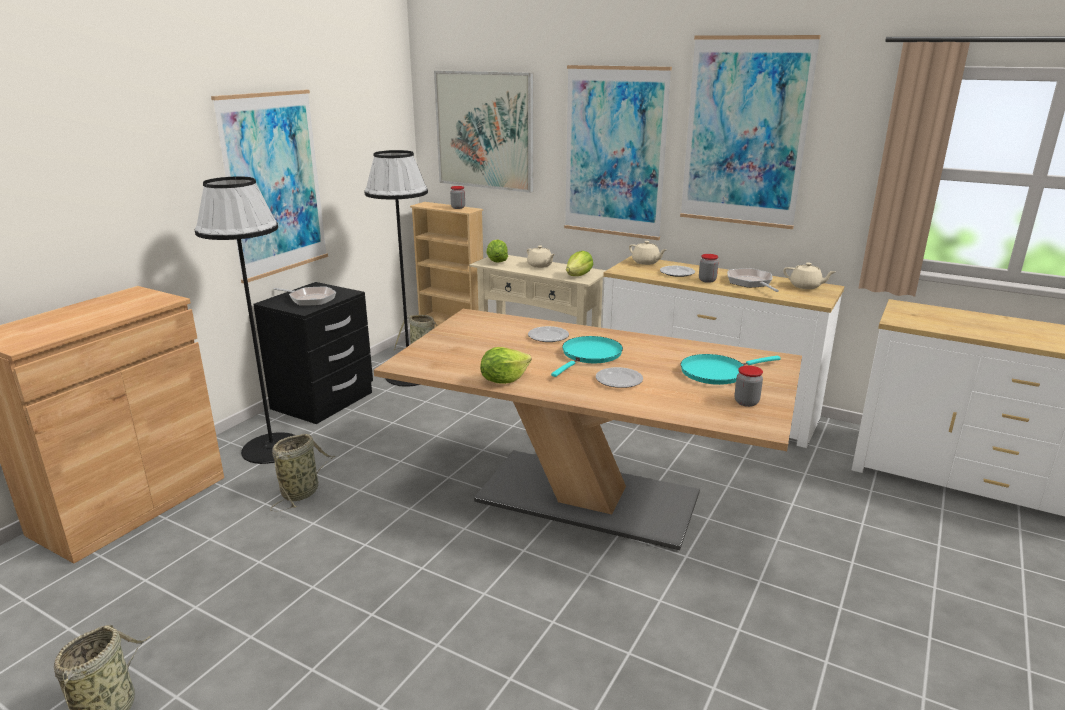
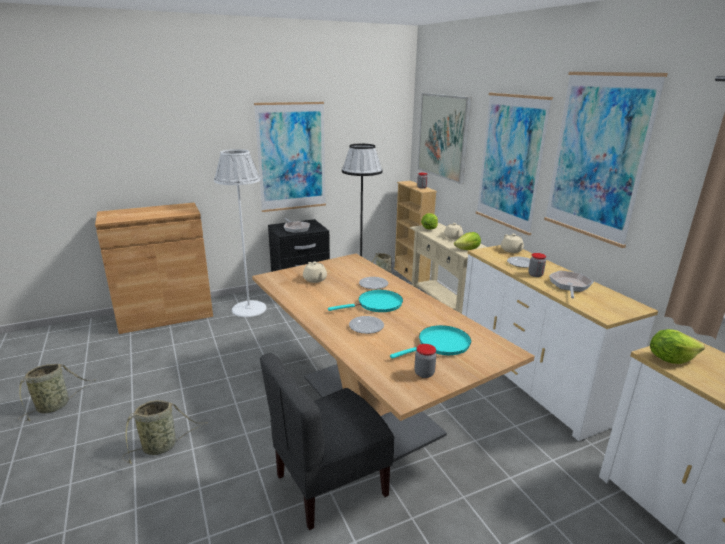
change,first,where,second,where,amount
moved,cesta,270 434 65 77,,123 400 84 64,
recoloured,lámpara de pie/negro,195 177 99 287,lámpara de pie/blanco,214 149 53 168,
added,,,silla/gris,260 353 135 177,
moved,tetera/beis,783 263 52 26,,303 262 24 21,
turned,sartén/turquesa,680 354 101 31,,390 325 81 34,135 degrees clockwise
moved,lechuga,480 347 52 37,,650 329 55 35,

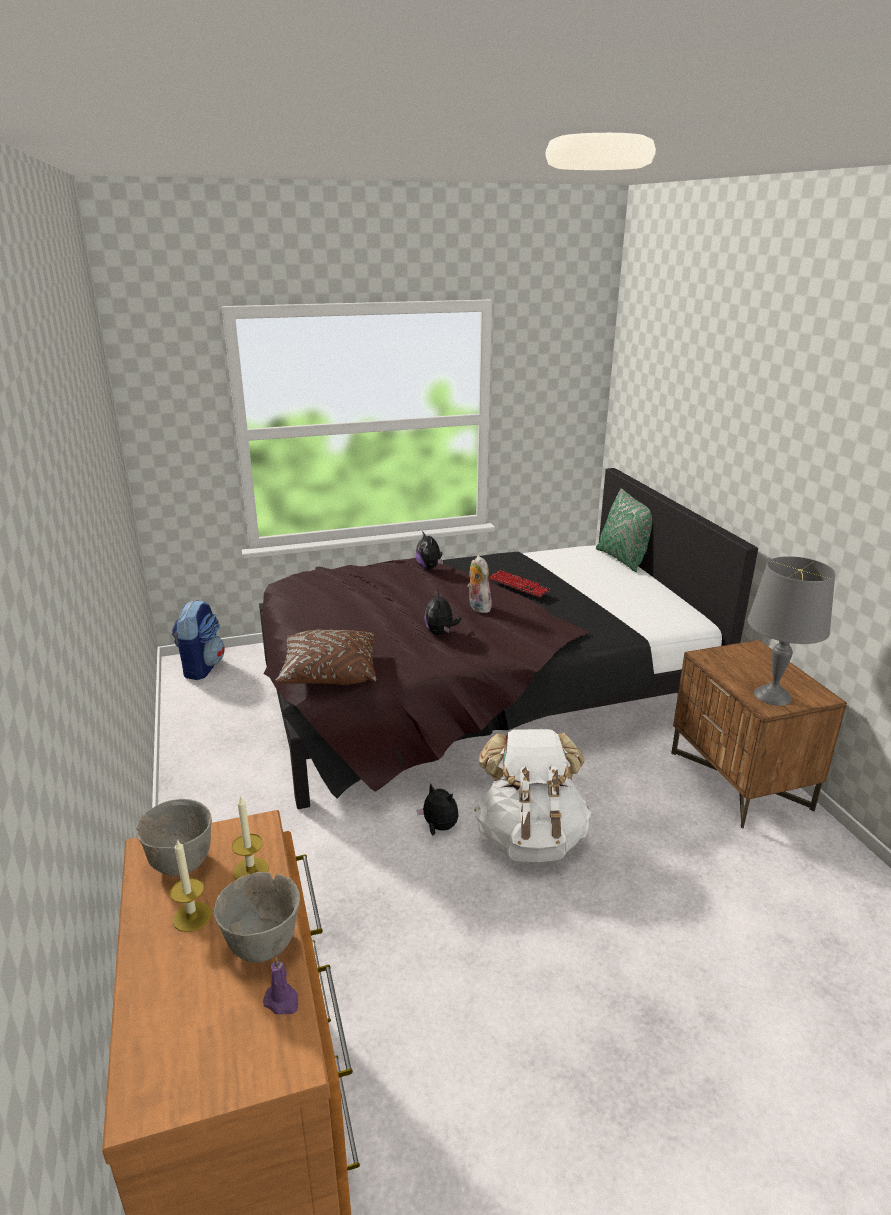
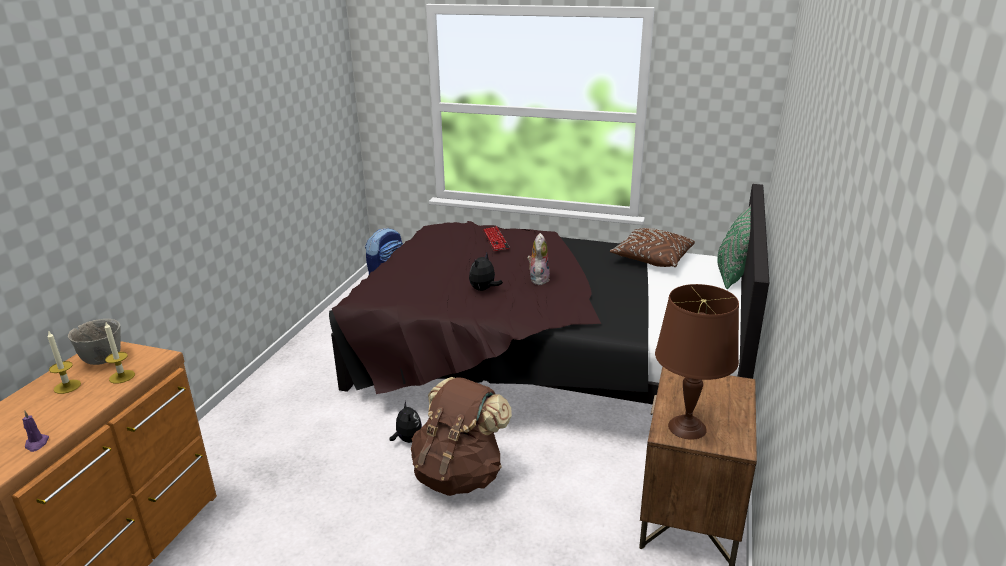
change,first,where,second,where,amount
recoloured,mochila/blanco,474 729 117 133,mochila/marrón,411 377 101 119,
moved,teclado,489 570 62 27,,483 226 27 25,
moved,cojín/marrón,275 630 102 55,,610 228 85 39,
recoloured,lámpara de mesa/gris,748 556 87 150,lámpara de mesa/marrón,655 284 84 156,
removed,cuenco/gris,214 872 86 91,,,
removed,peluche,416 531 27 38,,,

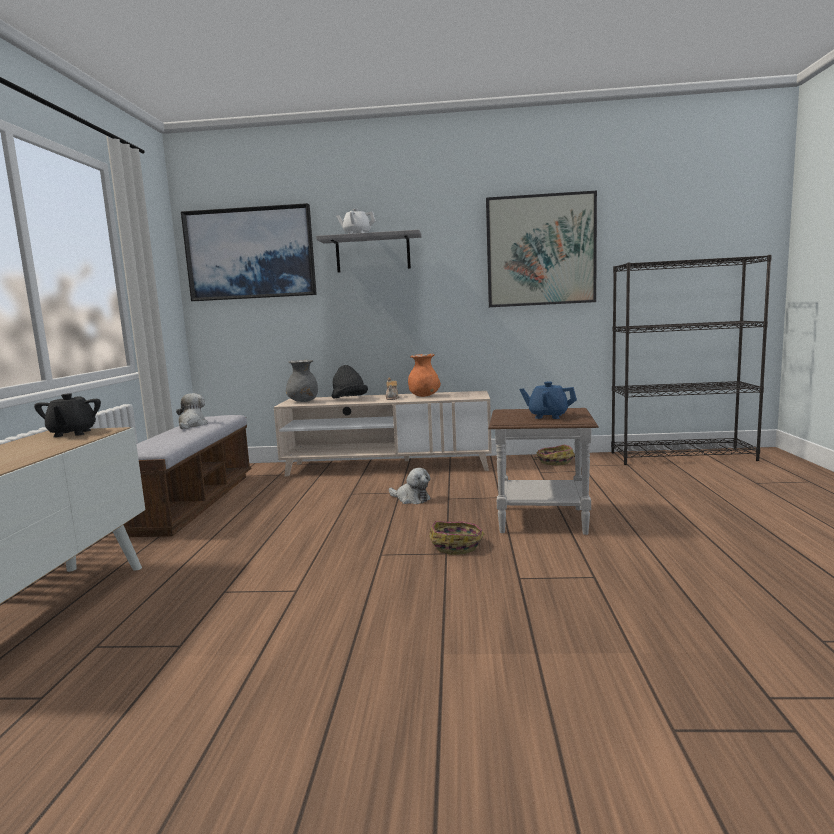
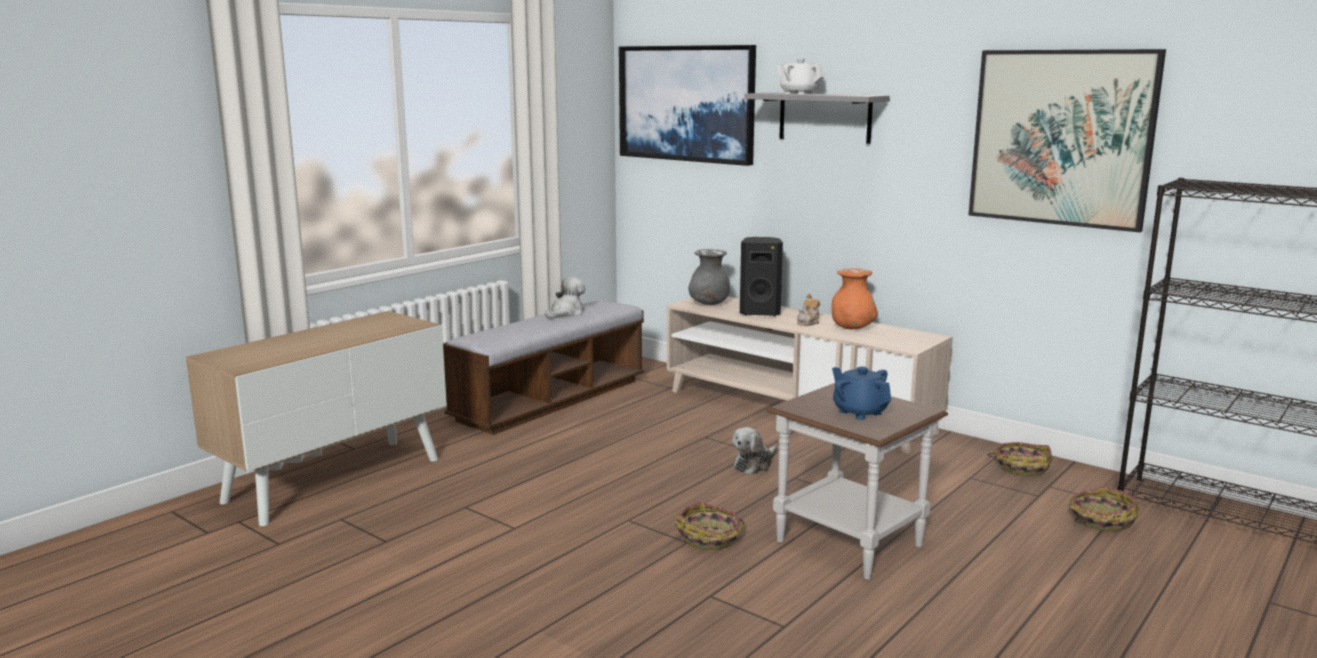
change,first,where,second,where,amount
turned,peluche,389 468 42 36,,732 427 45 48,60 degrees clockwise
replaced,sombrero/negro,332 365 36 33,altavoz/negro,740 237 43 79,
added,,,cesta,1070 486 69 46,
removed,tetera/negro,34 393 67 44,,,

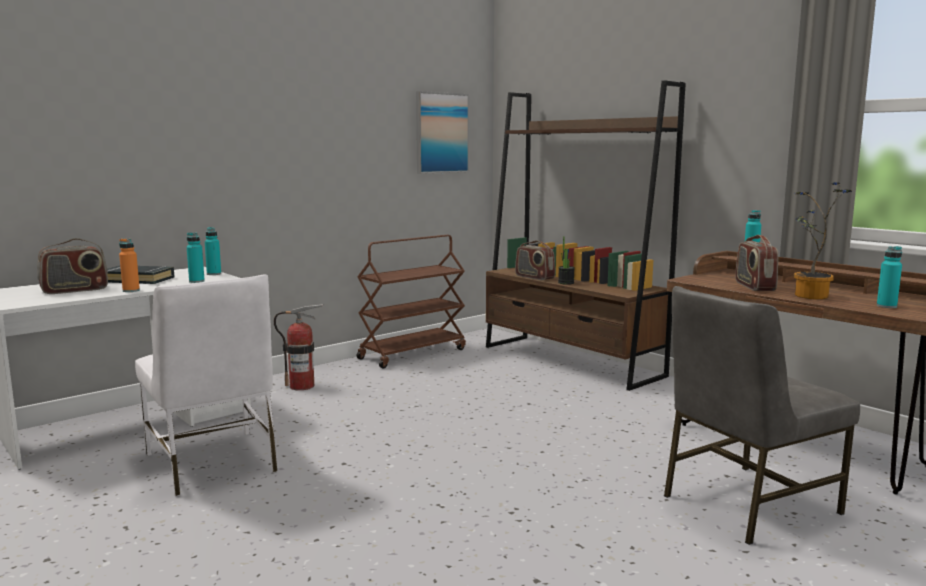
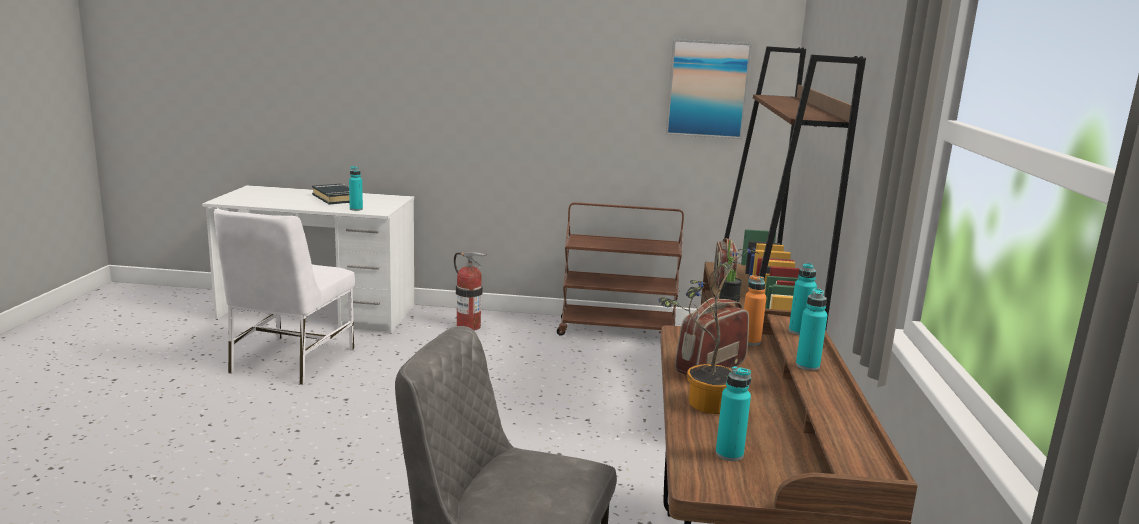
change,first,where,second,where,amount
moved,botella/naranja,119 238 21 54,,744 275 23 70,
moved,botella/turquesa,205 227 16 48,,796 288 31 83,
removed,radio,37 238 71 56,,,

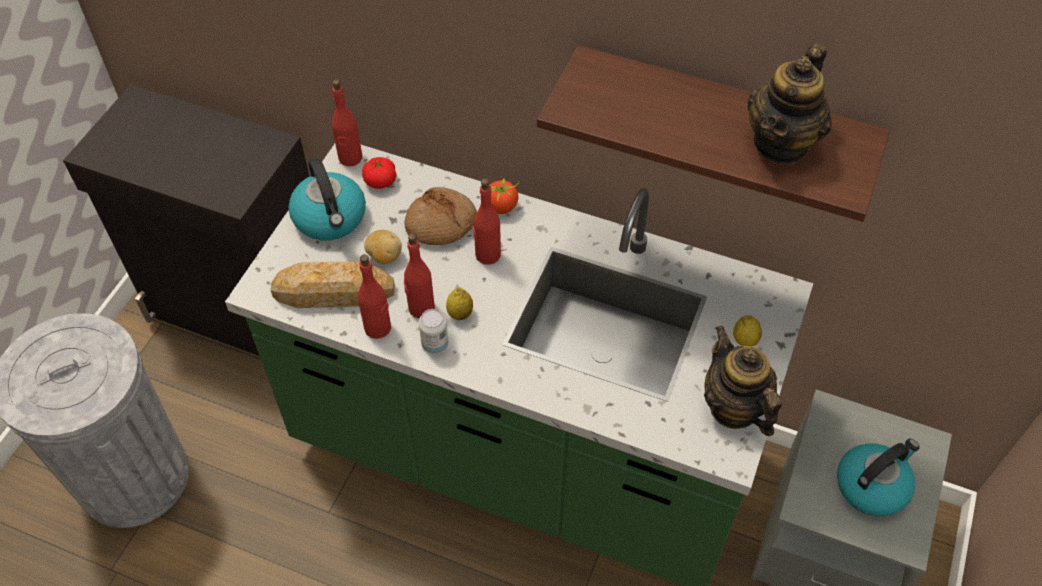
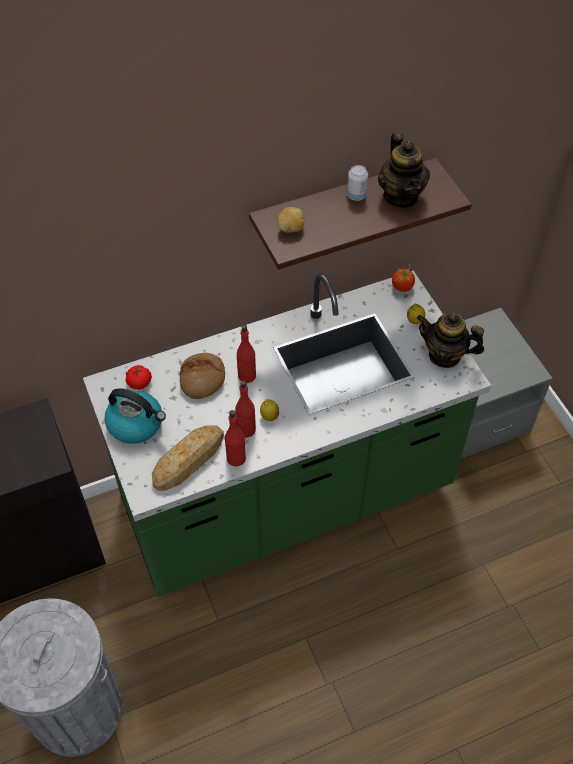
change,first,where,second,where,amount
moved,patata,364 230 38 34,,277 207 27 26,
moved,lata,419 309 29 45,,347 165 21 36,
moved,tomate,490 177 29 37,,392 264 25 28,
removed,botella/rojo,332 79 30 87,,,
removed,hervidor,837 439 83 77,,,

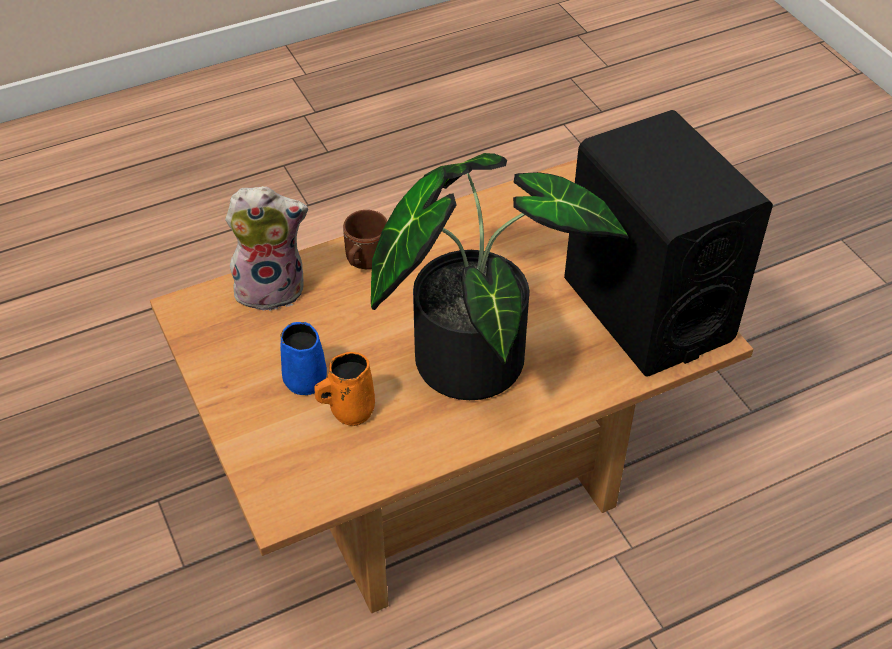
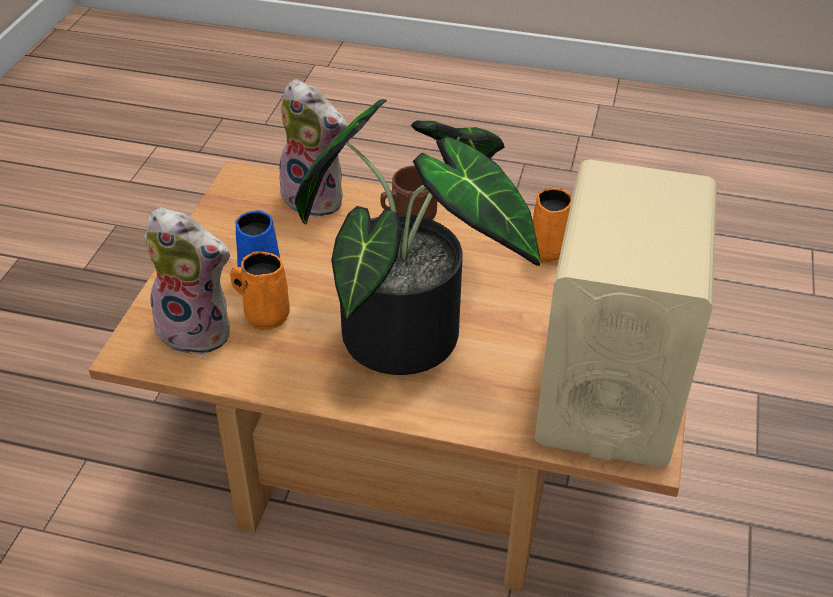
change,first,where,second,where,amount
added,,,peluche,144 207 86 148,
added,,,taza grande/naranja,533 188 39 74,
recoloured,altavoz/negro,564 110 209 266,altavoz/beis,535 159 182 308,

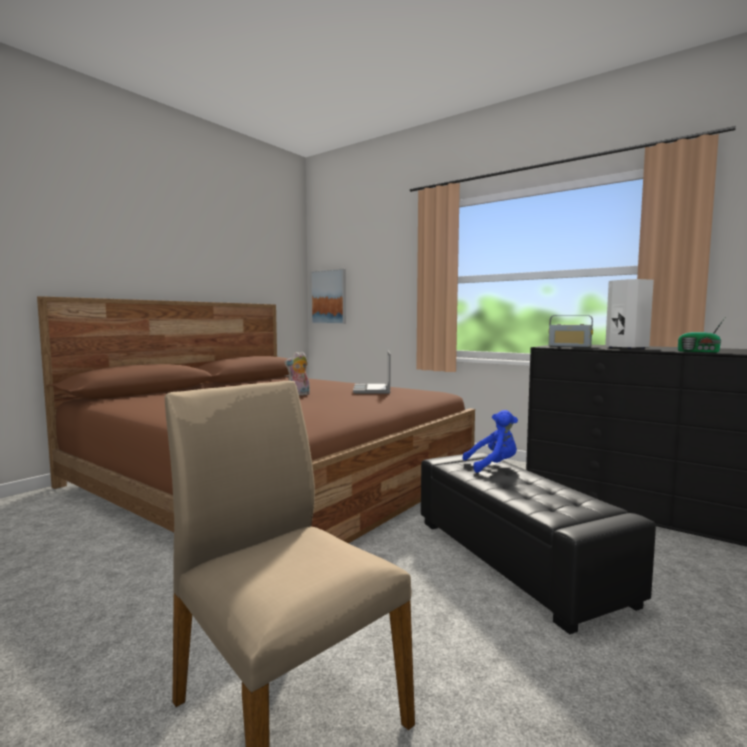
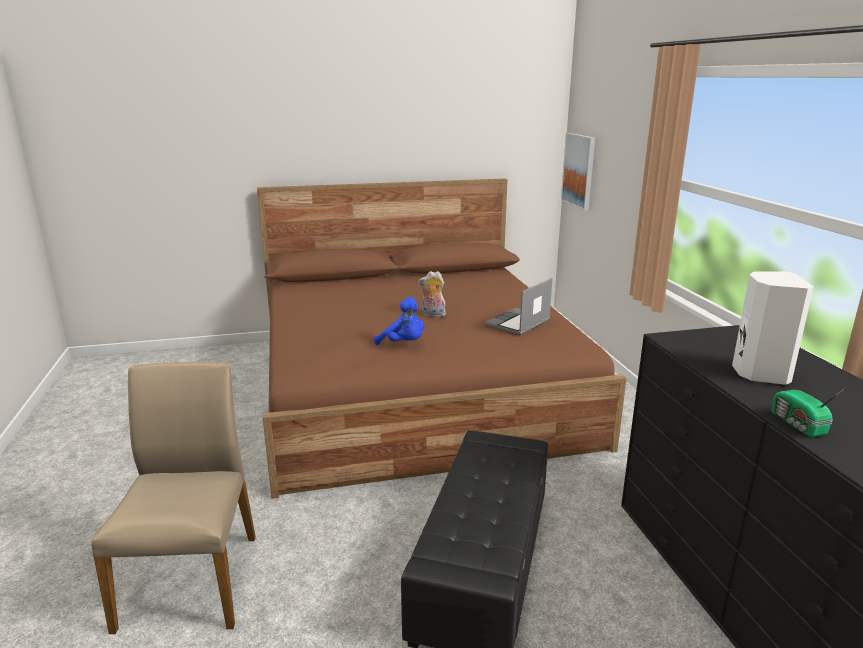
change,first,where,second,where,amount
moved,peluche/azul,462 410 56 63,,374 297 50 48,
removed,radio,548 315 45 32,,,

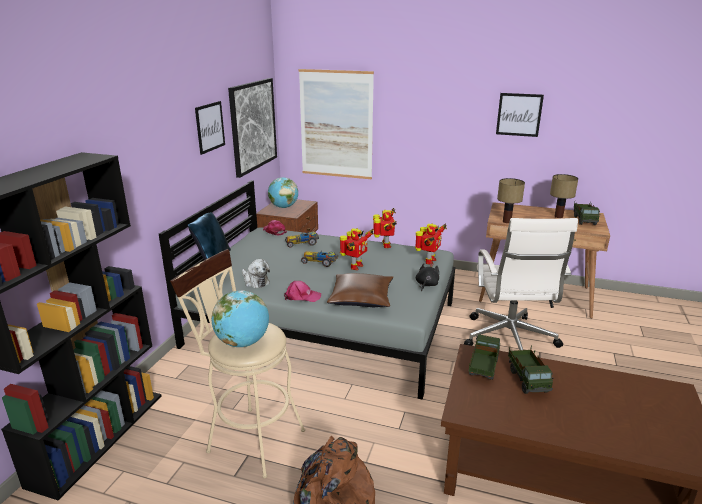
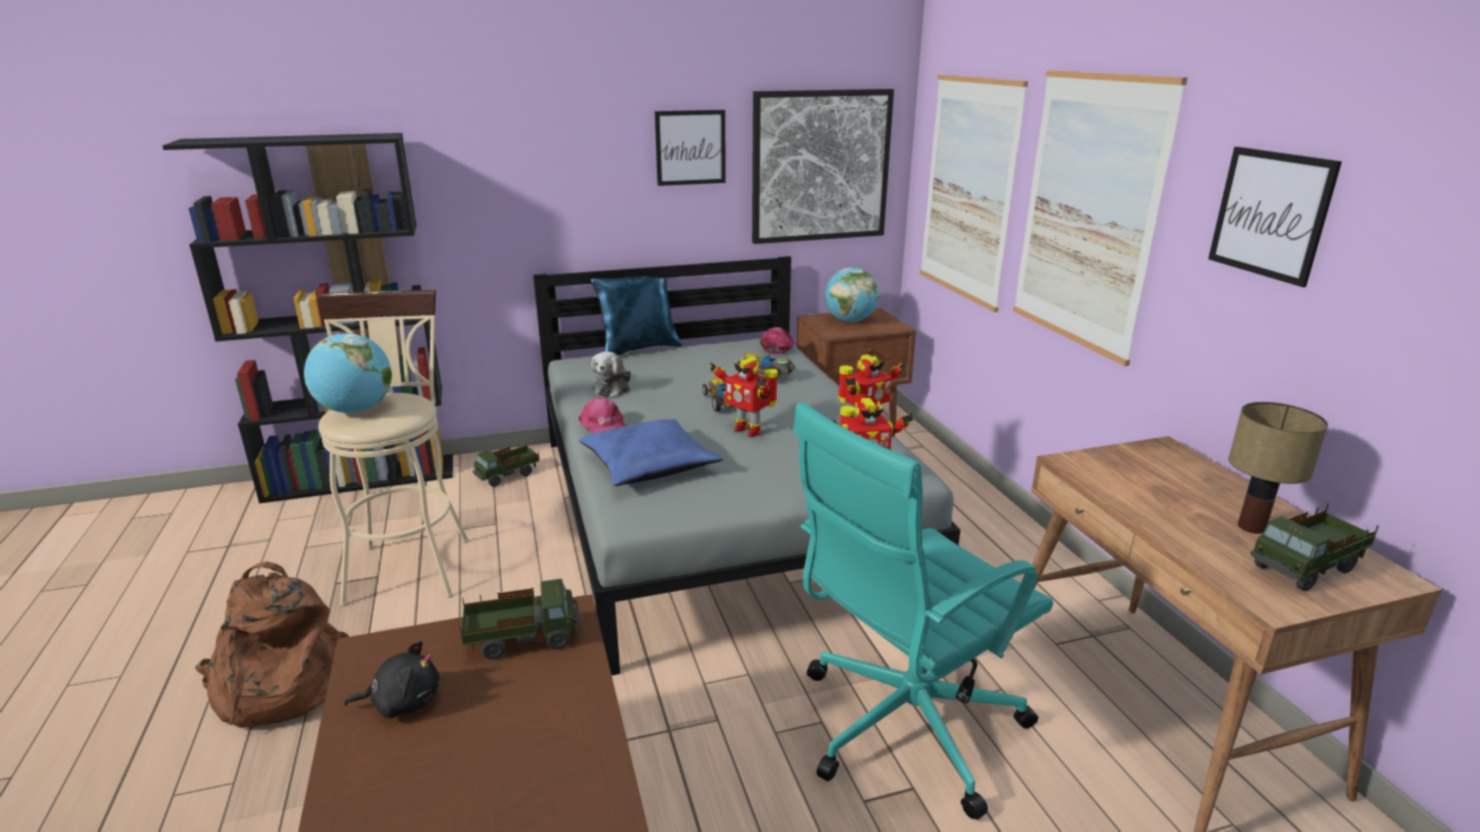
change,first,where,second,where,amount
moved,peluche/negro,416 263 23 28,,344 641 96 77,
moved,camión de juguete,508 345 46 49,,473 441 67 46,
recoloured,cojín/marrón,327 273 66 34,cojín/azul,580 419 143 67,
turned,robot de juguete,340 228 33 42,,710 357 68 80,45 degrees clockwise
recoloured,silla de oficina/blanco,464 218 114 132,silla de oficina/turquesa,793 402 260 418,
added,,,cuadro,1013 70 174 296,
removed,lámpara de mesa,497 178 28 45,,,

